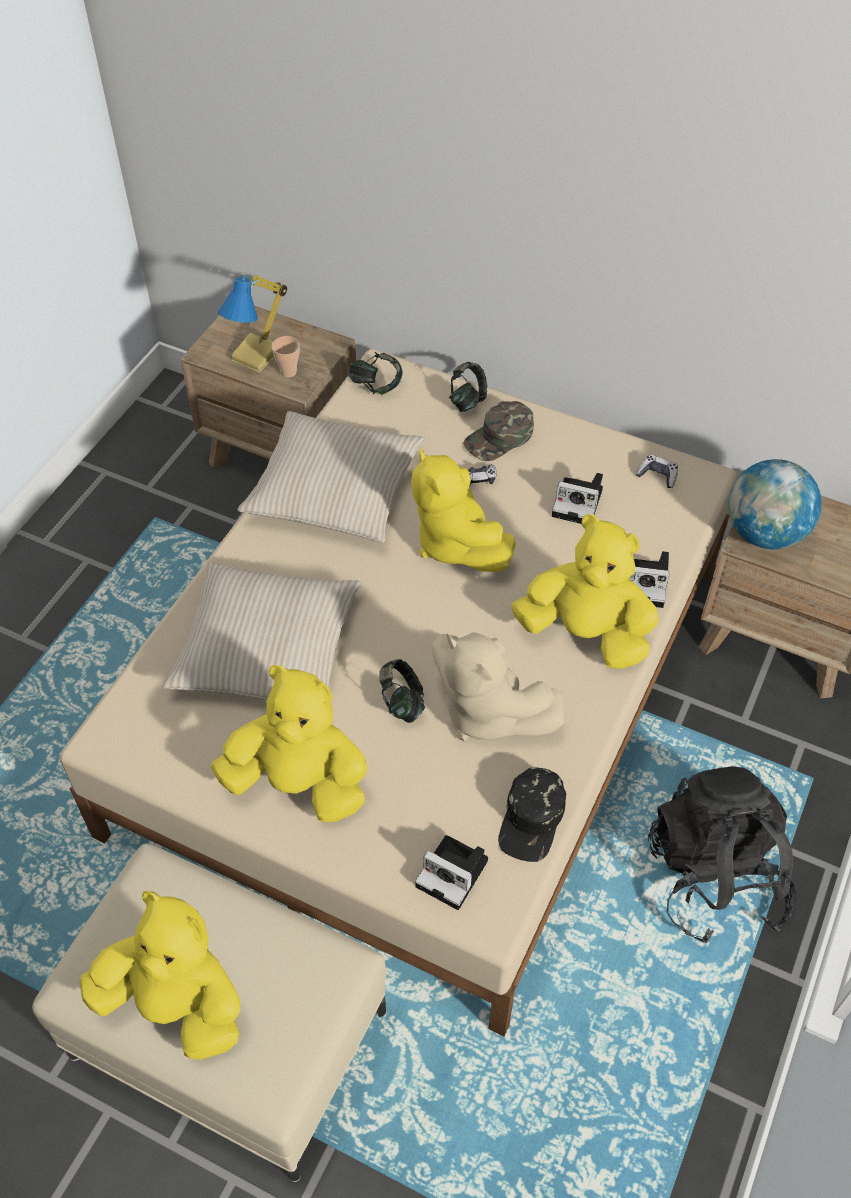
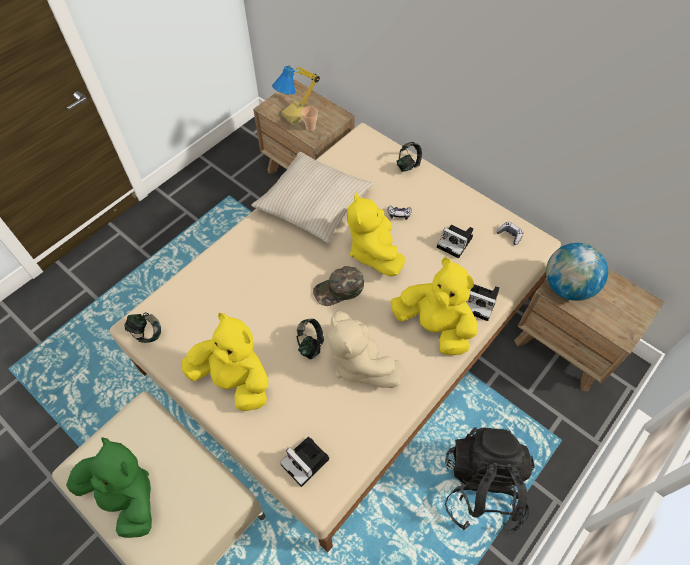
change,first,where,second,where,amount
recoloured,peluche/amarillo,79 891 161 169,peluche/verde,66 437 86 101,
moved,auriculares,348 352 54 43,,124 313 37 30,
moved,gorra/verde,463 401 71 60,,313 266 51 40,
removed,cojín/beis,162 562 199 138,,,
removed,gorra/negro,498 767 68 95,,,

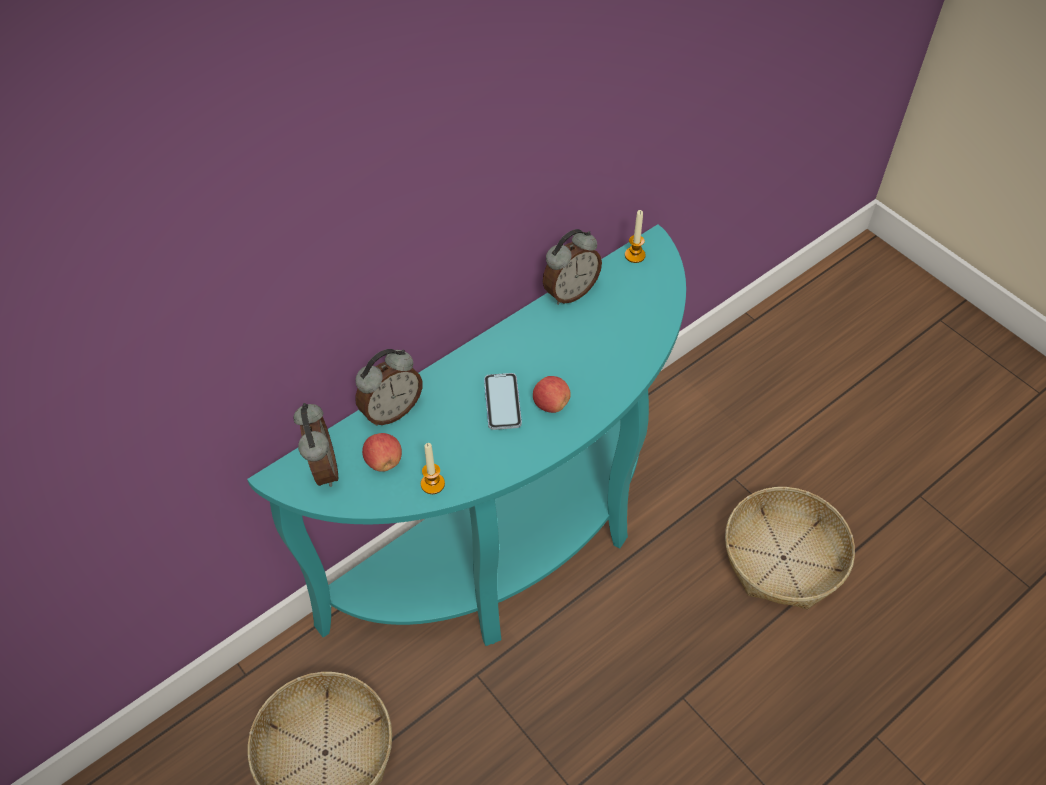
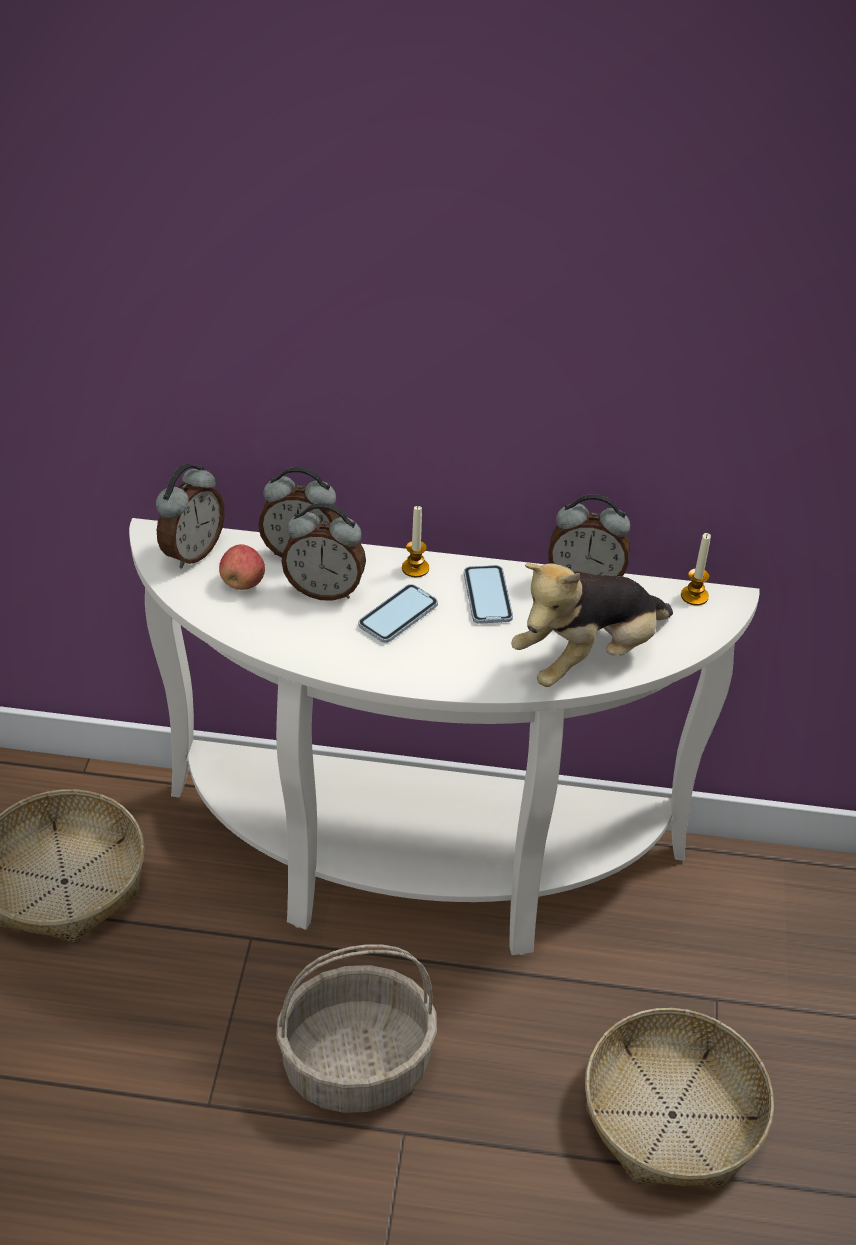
change,first,where,second,where,amount
recoloured,mesa consola/turquesa,247 224 439 422,mesa consola/blanco,129 518 631 437,
added,,,cesta,276 944 161 169,
added,,,despertador,281 503 85 98,
moved,vela,421 443 24 51,,402 506 27 72,
added,,,móvil,464 565 49 59,
added,,,peluche,511 563 162 124,
removed,manzana,533 376 38 37,,,

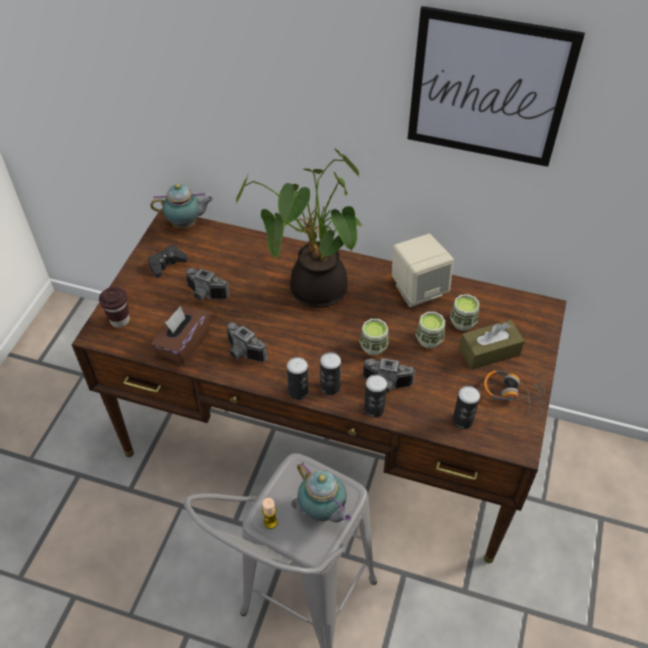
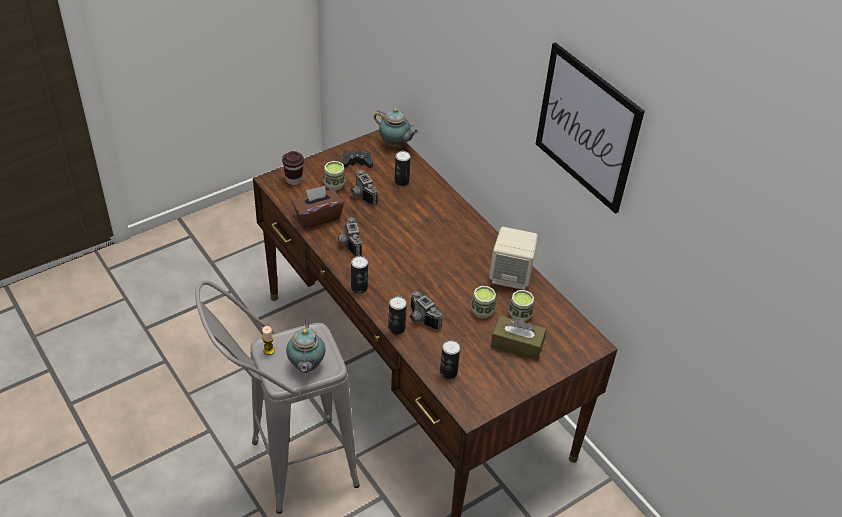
change,first,where,second,where,amount
moved,taza,359 319 30 36,,323 161 23 30,
moved,lata,320 352 21 43,,395 151 16 35,
removed,planta en maceta,236 149 127 159,,,
removed,auriculares,484 370 62 46,,,

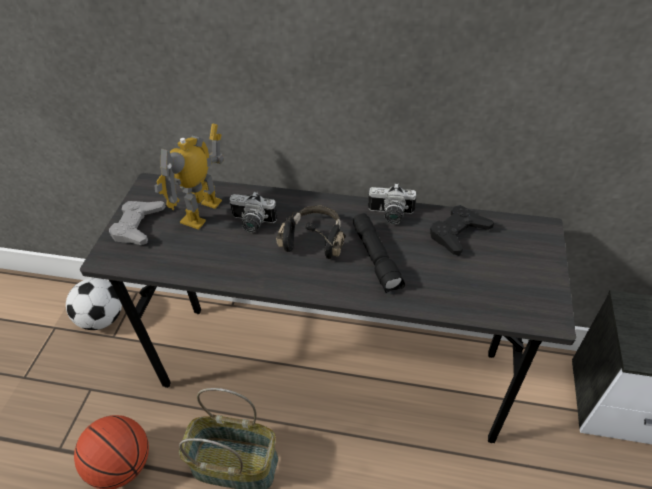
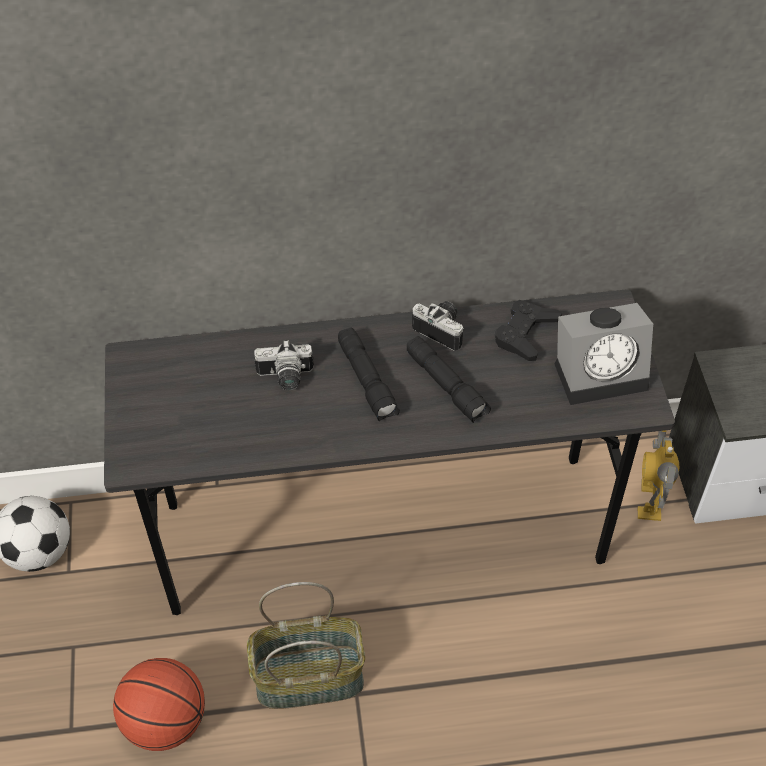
change,first,where,second,where,amount
replaced,auriculares/negro,276 205 69 54,linterna/negro,338 327 62 95,
turned,cámara,368 183 48 41,,412 301 52 50,135 degrees counterclockwise
added,,,despertador,555 303 98 102,
moved,robot de juguete,154 123 70 107,,638 430 41 91,
removed,mando de consola/gris,109 201 57 44,,,

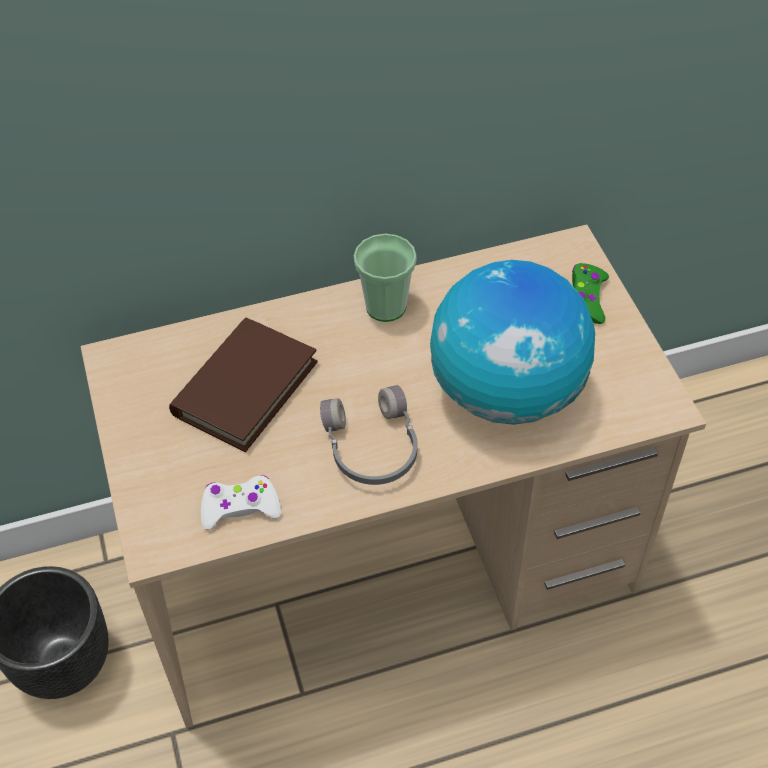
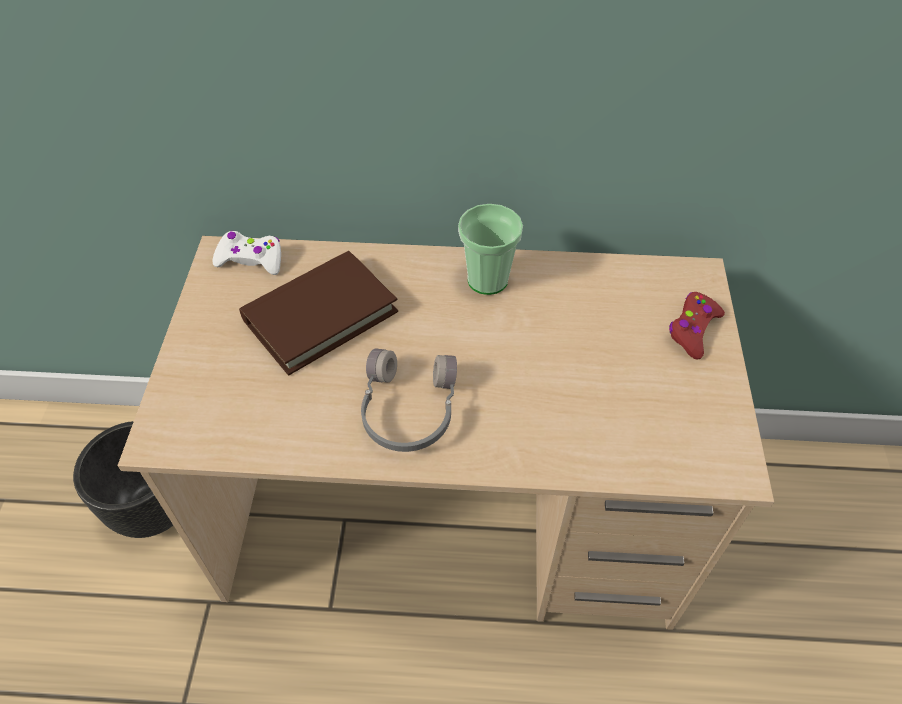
change,first,where,second,where,amount
moved,mando de consola/blanco,201 475 80 55,,213 231 68 44,
recoloured,mando de consola/verde,572 263 37 61,mando de consola/rojo,669 292 56 68,
removed,globo terráqueo,430 260 165 165,,,

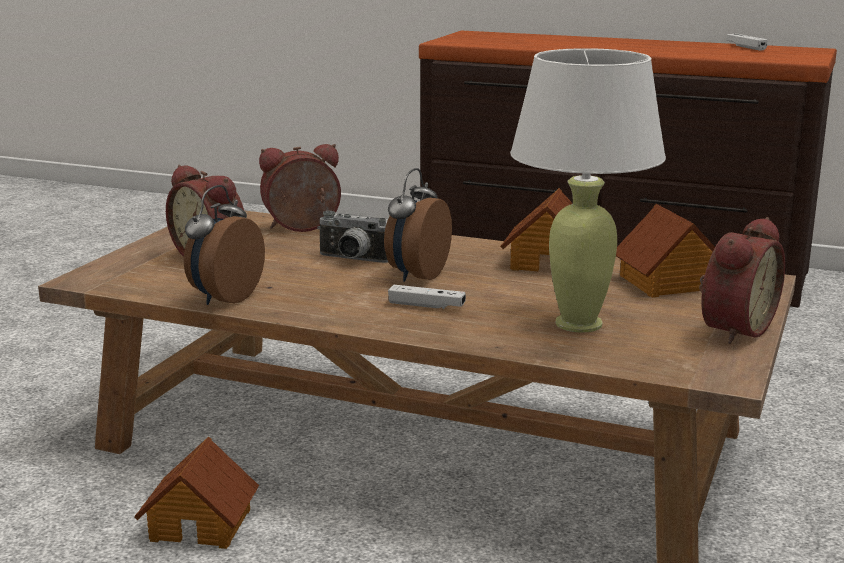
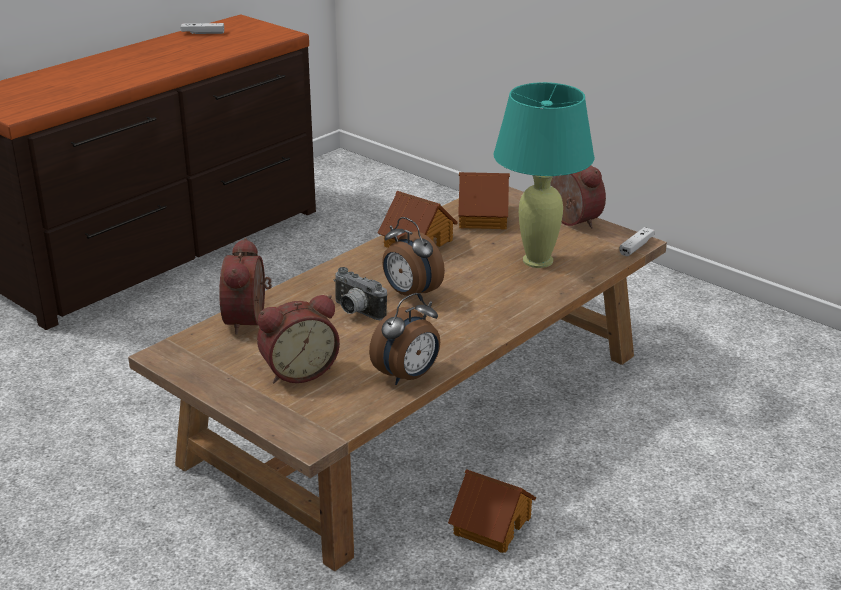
change,first,where,second,where,amount
turned,cámara,317 211 71 52,,333 267 54 53,90 degrees clockwise
turned,despertador,184 185 81 120,,369 293 71 92,90 degrees counterclockwise
recoloured,lámpara de mesa/blanco,510 48 156 285,lámpara de mesa/turquesa,493 82 102 186,
moved,mando de consola/blanco,388 285 78 24,,620 227 34 29,

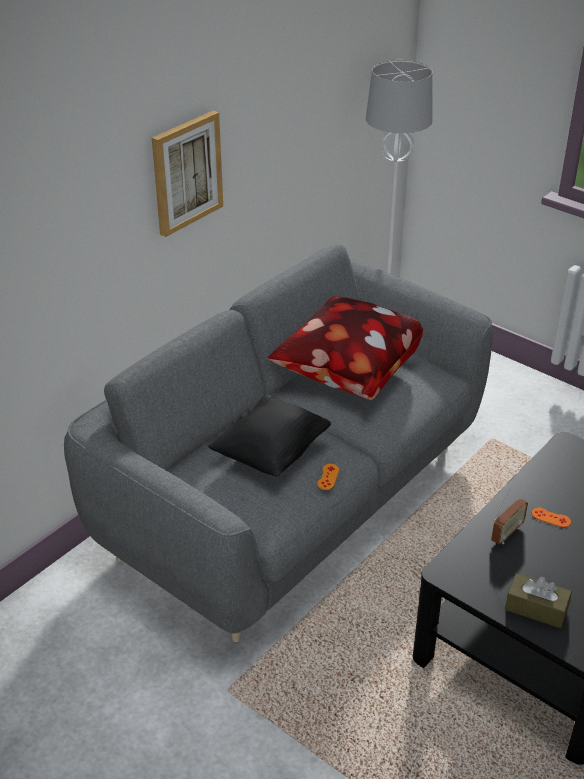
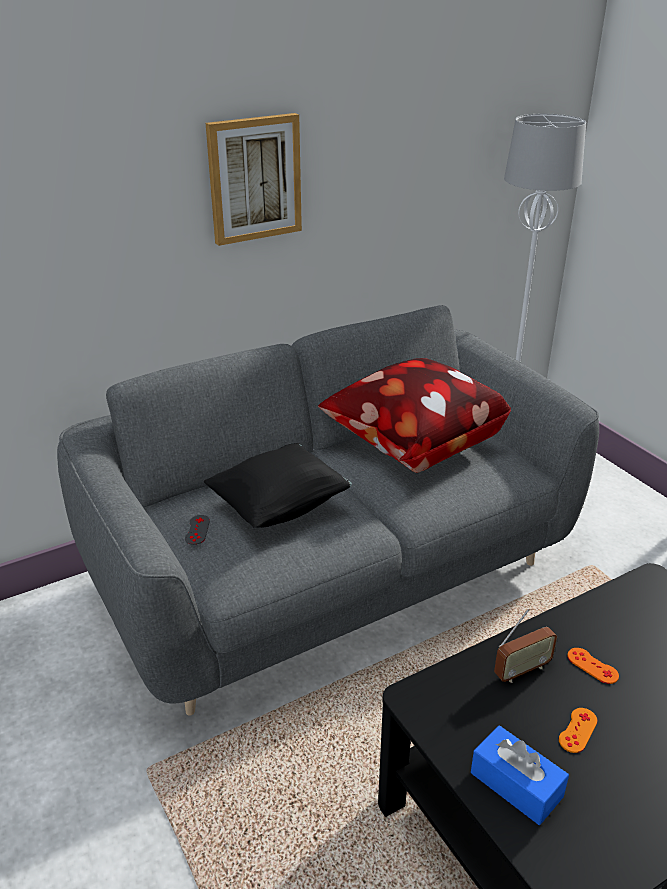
change,first,where,second,where,amount
added,,,mando de consola/gris,185 515 25 30,
recoloured,caja de pañuelos/marrón,505 573 67 55,caja de pañuelos/azul,471 725 98 100,
moved,mando de consola/naranja,317 464 22 26,,559 708 39 45,

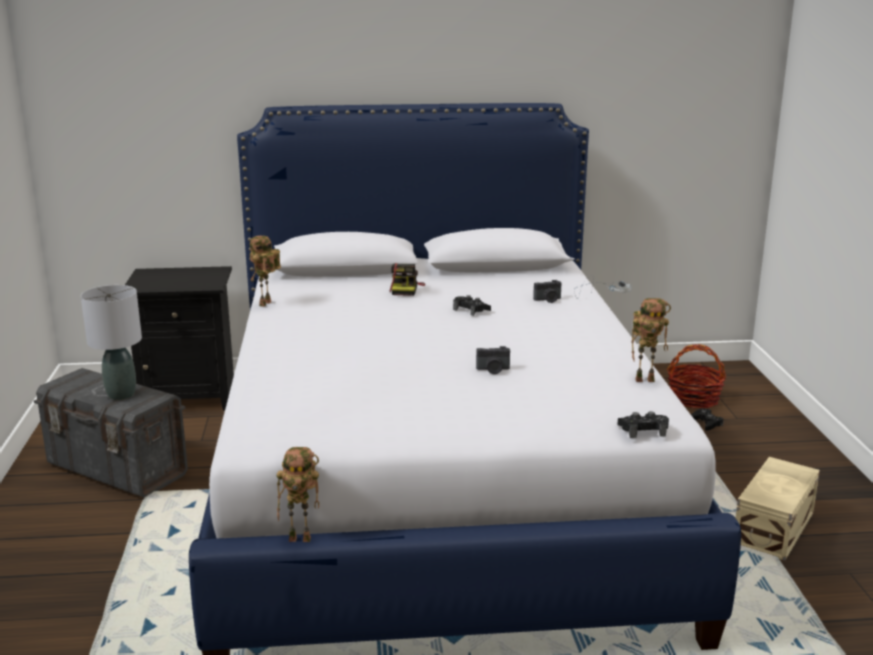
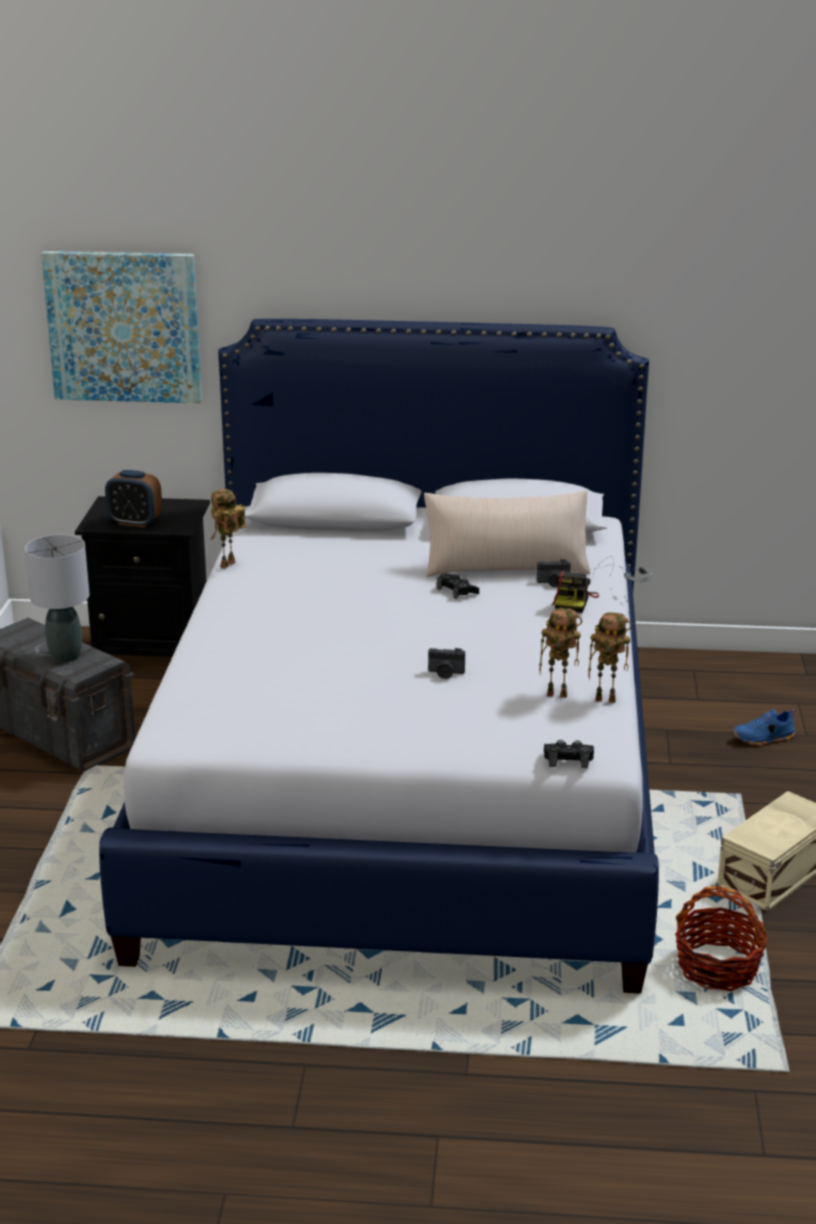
change,first,where,second,where,amount
added,,,cuadro,41 251 161 152,
added,,,despertador,105 470 57 58,
added,,,cojín/beis,424 490 166 87,
moved,robot de juguete,277 447 42 95,,539 608 43 90,
moved,cámara,390 263 35 33,,552 571 47 42,
moved,cesta,667 344 59 65,,675 886 92 105,
replaced,mando de consola/negro,691 408 32 23,zapato/azul,732 709 64 37,

